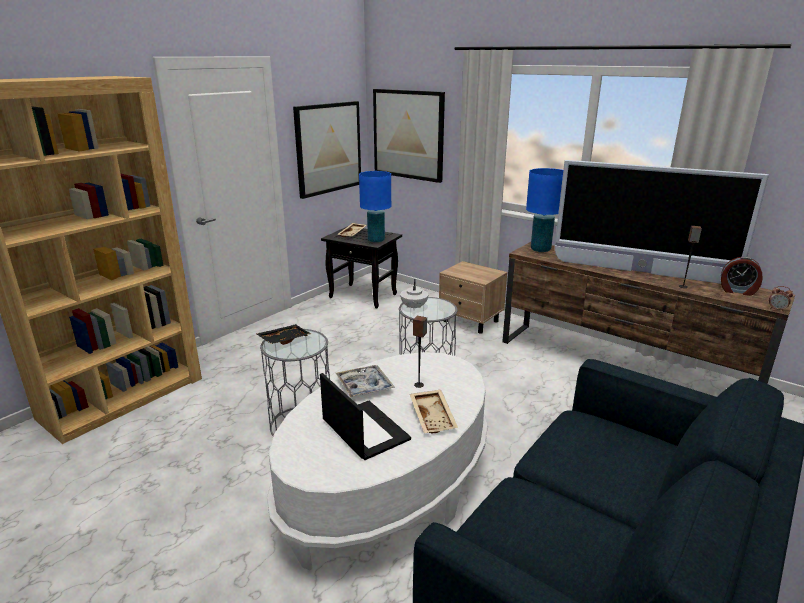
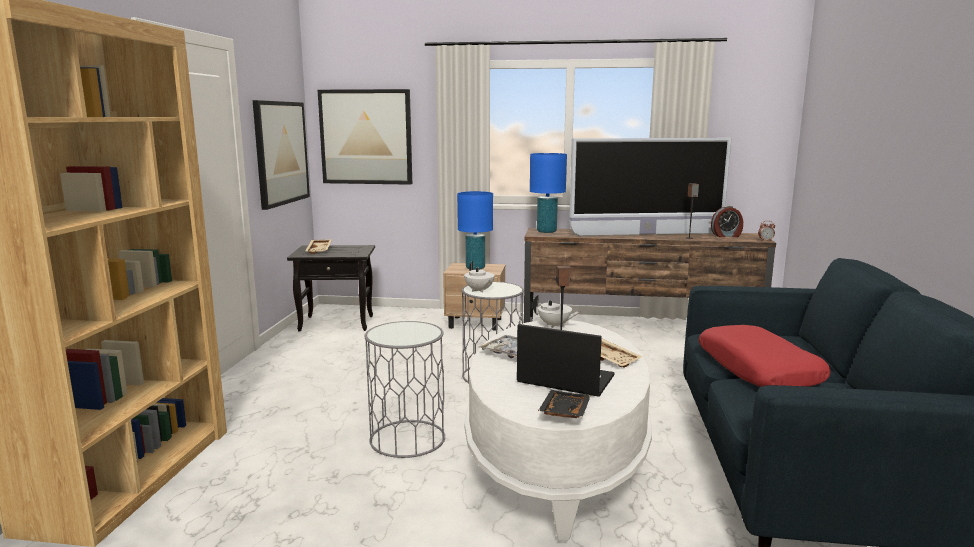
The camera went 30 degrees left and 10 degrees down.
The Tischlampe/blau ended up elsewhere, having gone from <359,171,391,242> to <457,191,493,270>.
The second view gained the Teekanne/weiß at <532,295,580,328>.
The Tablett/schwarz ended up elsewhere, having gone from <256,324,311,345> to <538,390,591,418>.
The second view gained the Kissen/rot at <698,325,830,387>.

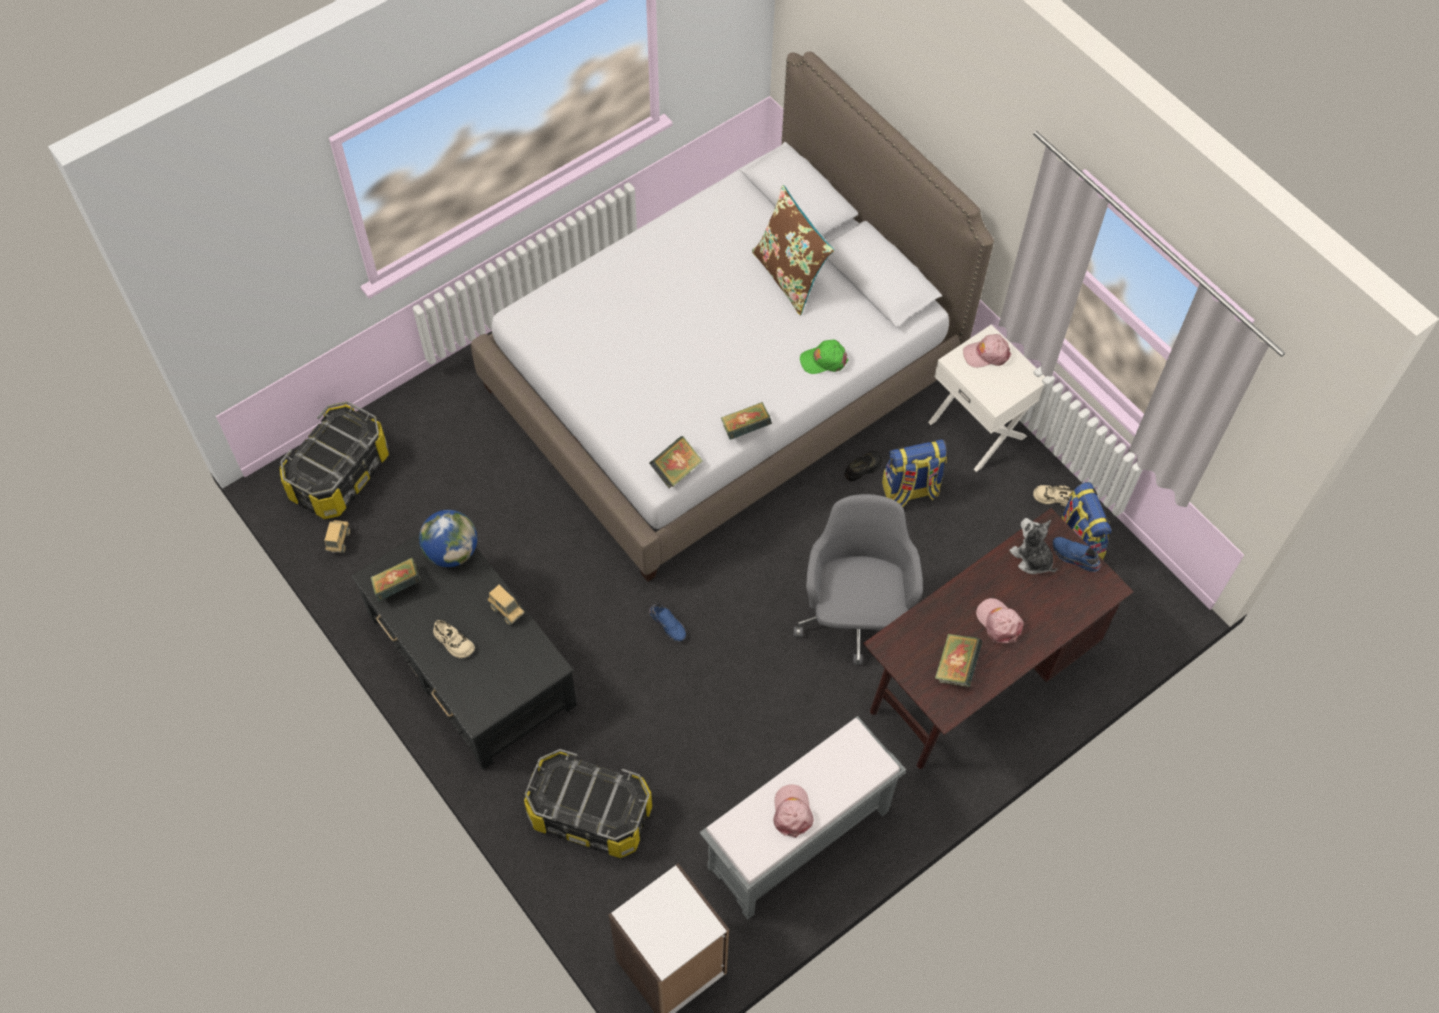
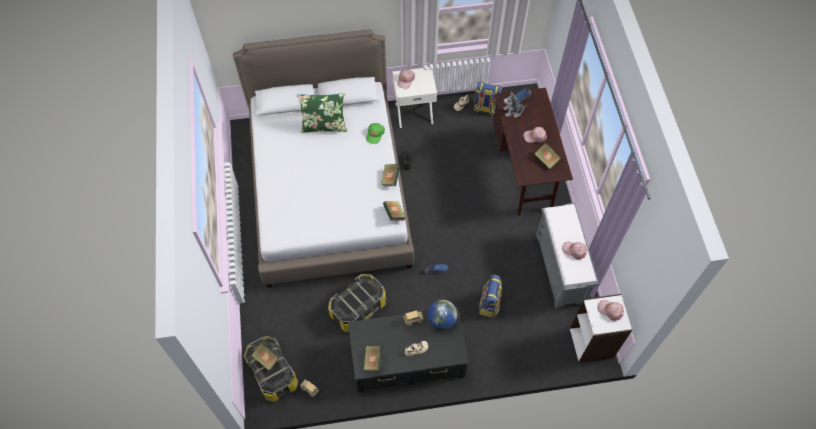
The camera went 60 degrees left and 0 degrees up.
The second view gained the Buch at <251,342,280,370>.
What was the Kissen/braun at <752,185,834,315> turned into the Kissen/grün at <297,93,347,133>.
The Aufbewahrungsbox ended up elsewhere, having gone from <524,749,652,858> to <328,274,386,332>.
The Globus ended up elsewhere, having gone from <419,510,477,567> to <428,300,457,330>.
The Rucksack ended up elsewhere, having gone from <882,439,947,507> to <479,274,502,318>.
The second view gained the Kappe/rosa at <598,300,624,321>.
The second view lost the Bürostuhl/grau at <794,494,923,665>.

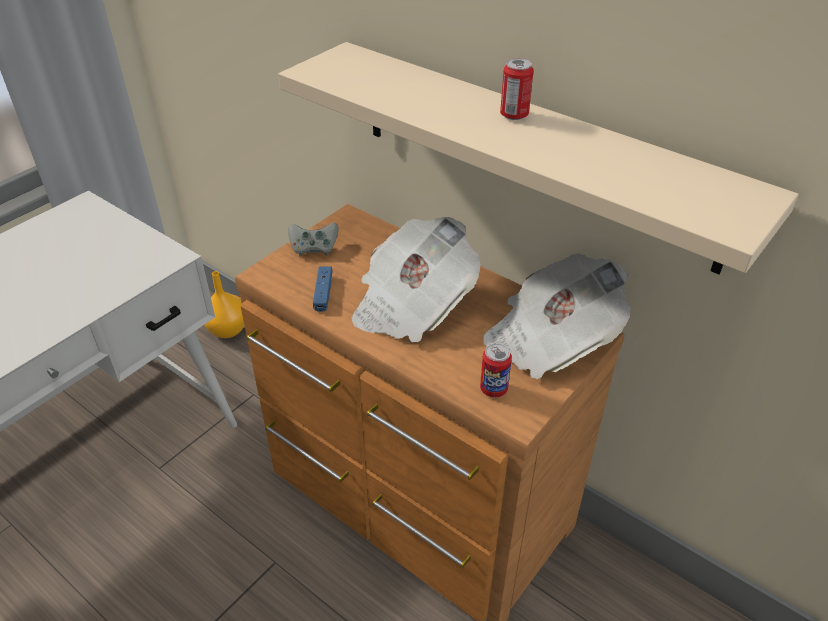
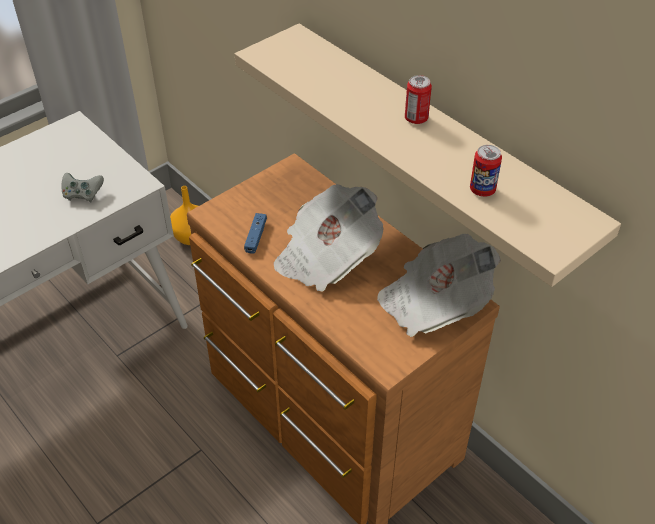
The camera went 10 degrees right and 5 degrees up.
The Gamepad/grau ended up elsewhere, having gone from <288,222,339,256> to <61,173,104,202>.
The Dose ended up elsewhere, having gone from <480,344,512,398> to <470,145,502,197>.

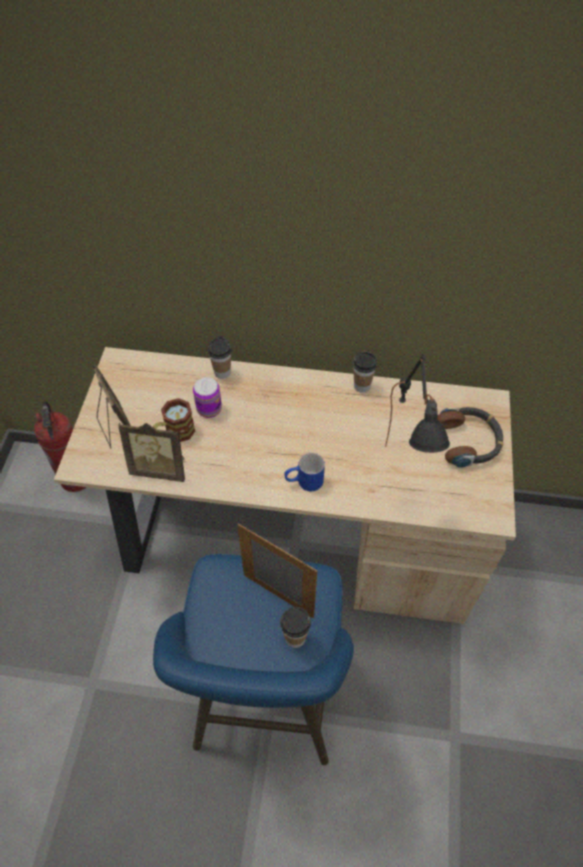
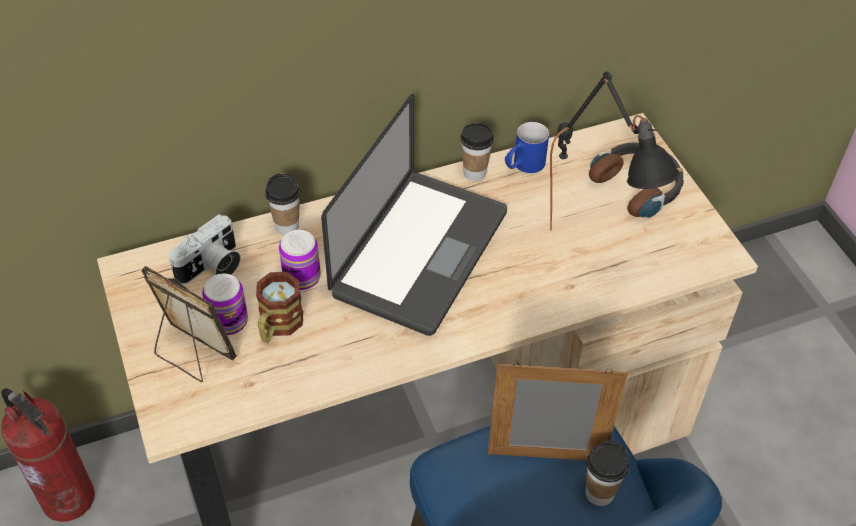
The camera went 30 degrees left and 5 degrees down.
The second view gained the Kamera at <169,214,240,285>.
The second view gained the Dose at <202,274,248,335>.
The second view gained the Laptop at <321,94,507,336>.
The Henkelbecher/blau ended up elsewhere, having gone from <284,452,325,491> to <505,122,549,173>.
The second view lost the Bilderrahmen at <118,423,185,482>.

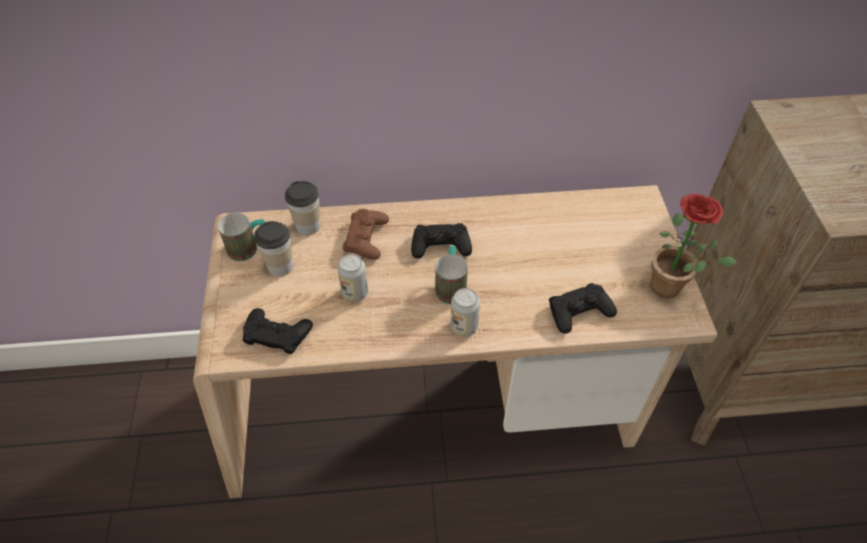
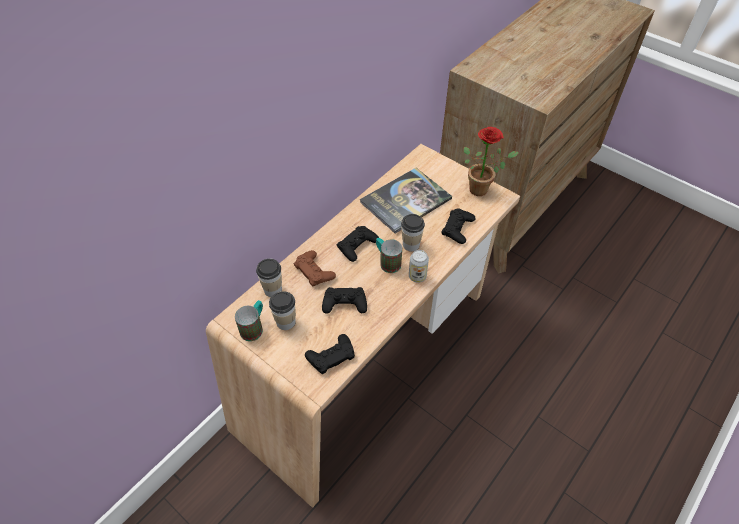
The camera went 45 degrees left and 0 degrees up.
Where the Dose stood at <337,254,368,302>, the Gamepad/schwarz came to stand at <322,287,367,313>.
The second view gained the Buch at <360,168,452,234>.
The second view gained the Tasse at <401,214,425,252>.

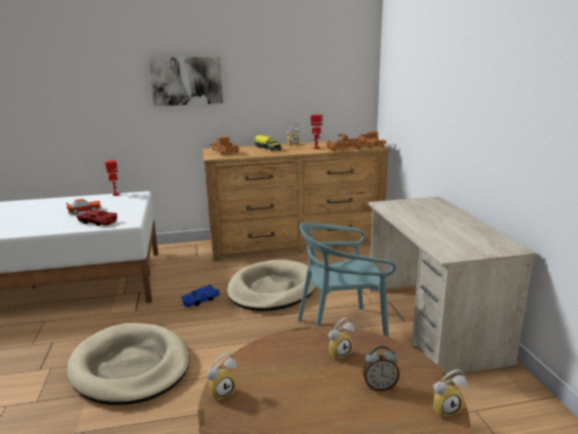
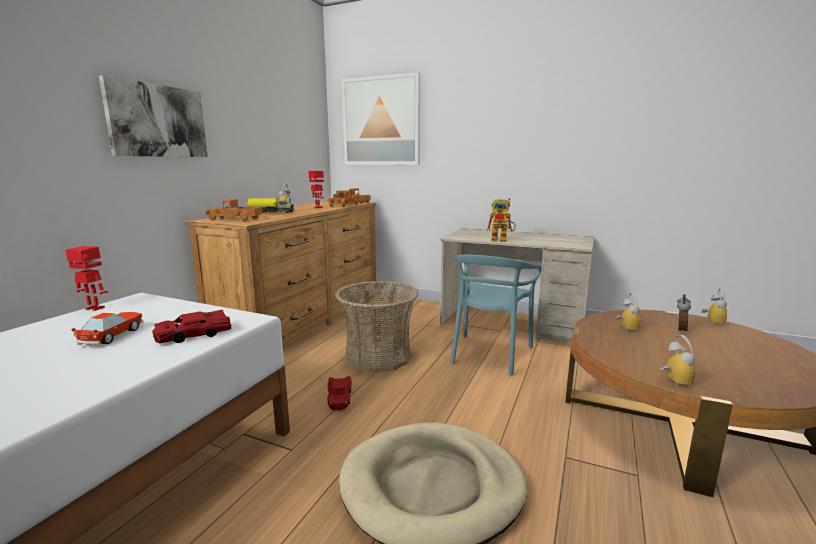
The camera went 55 degrees left and 5 degrees down.
What was the Spielzeugauto/blau at <182,285,220,307> turned into the Spielzeugauto/rot at <327,376,352,411>.
Where the Hundebett/beige stood at <227,259,316,311>, the Korb came to stand at <335,281,419,373>.
The second view gained the Bild at <342,72,420,165>.
The second view gained the Spielzeugroboter at <486,198,516,242>.

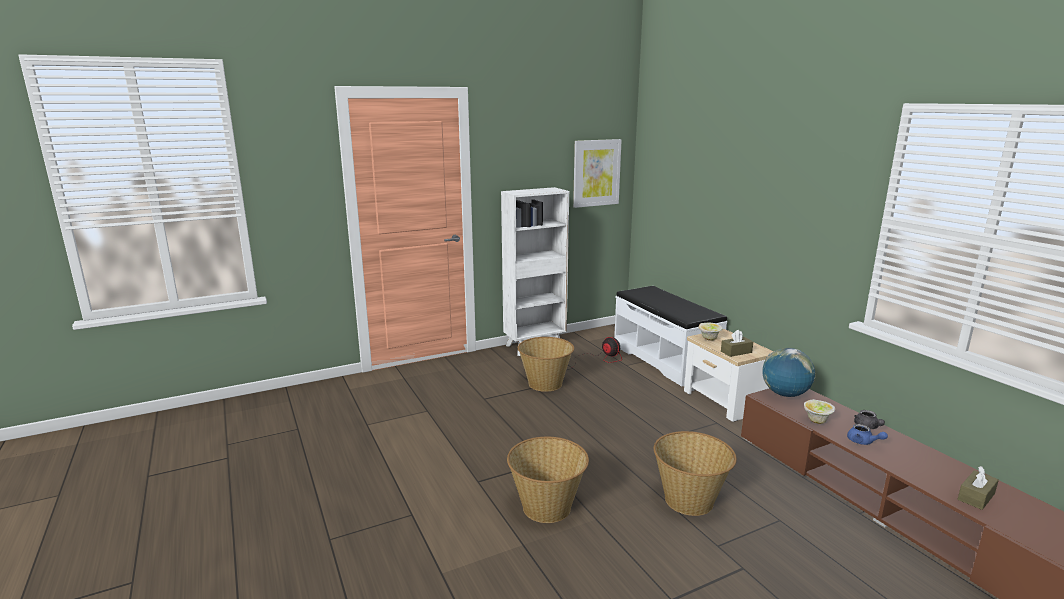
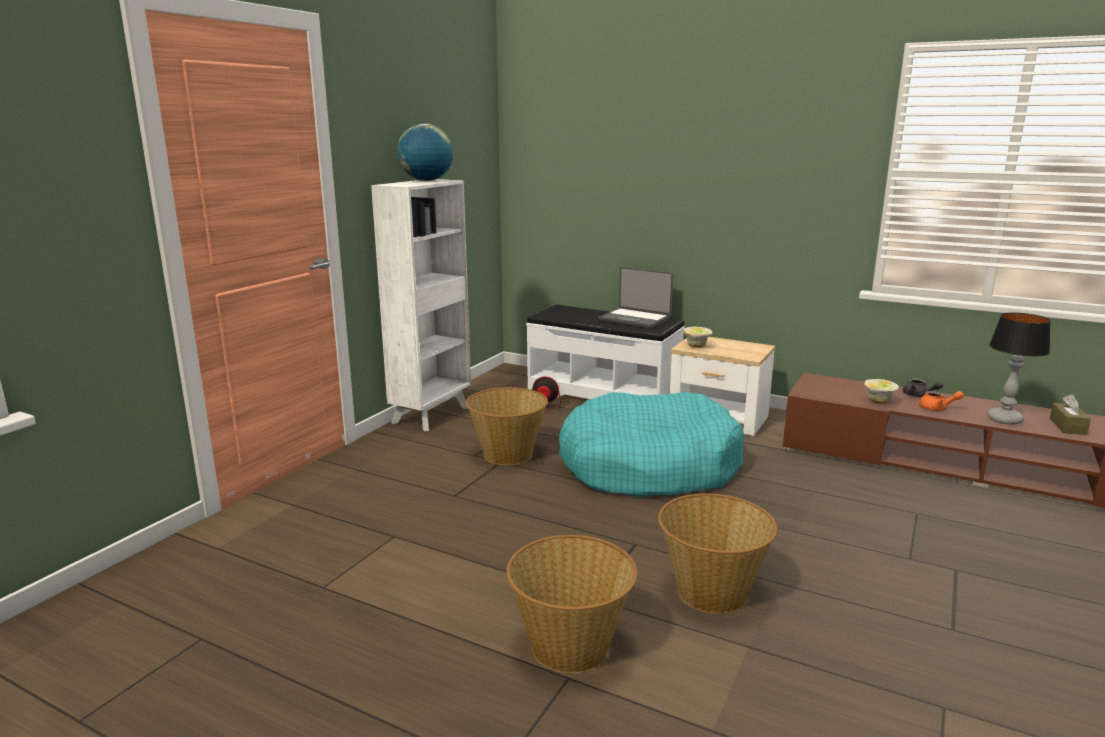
The camera went 35 degrees left and 0 degrees up.
The Globus ended up elsewhere, having gone from <762,348,815,397> to <397,124,454,181>.
The Korb ended up elsewhere, having gone from <654,431,737,516> to <506,535,638,673>.
The second view gained the Hundebett/türkis at <559,392,745,497>.
The second view gained the Laptop at <599,267,674,329>.
What was the Teekanne/blau at <847,424,888,445> turned into the Teekanne/orange at <919,391,964,411>.
The second view gained the Tischlampe at <988,313,1050,425>.
The second view lost the Bild at <573,139,622,208>.
The second view lost the Taschentuchbox/braun at <721,330,753,357>.

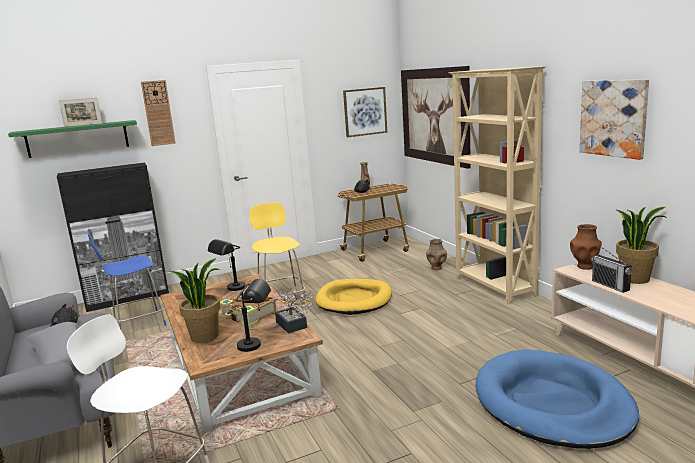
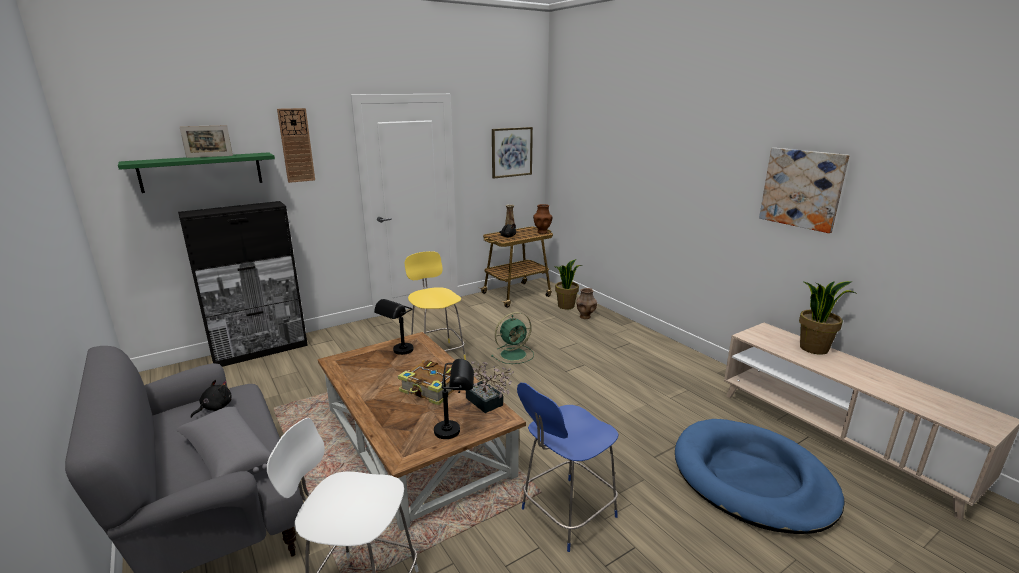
The camera went 10 degrees left and 5 degrees up.
Where the Hundebett/gelb stood at <315,279,392,315>, the Ventilator/grün came to stand at <491,312,534,364>.
The Hocker/blau ended up elsewhere, having gone from <88,232,166,329> to <517,383,619,552>.
The Vase/braun ended up elsewhere, having gone from <570,224,602,270> to <533,204,552,234>.
The Topfpflanze ended up elsewhere, having gone from <170,258,220,343> to <554,259,582,309>.
The second view lost the Bild at <401,66,471,169>.
The second view lost the Bücherregal/beige at <448,66,546,304>.
The second view lost the Radio at <591,246,632,293>.

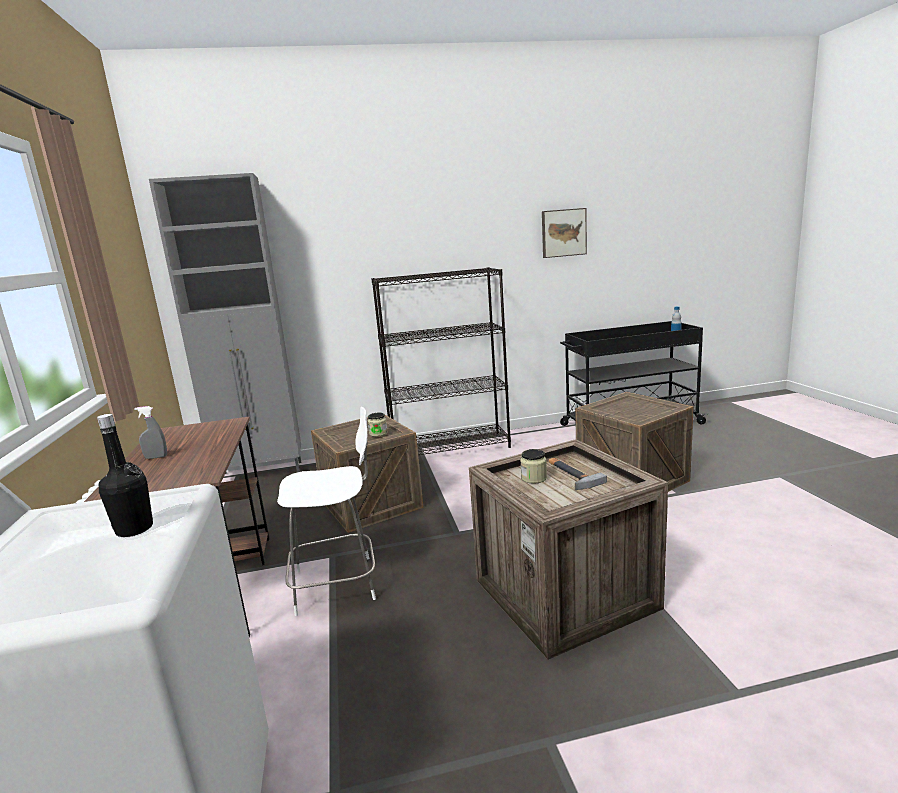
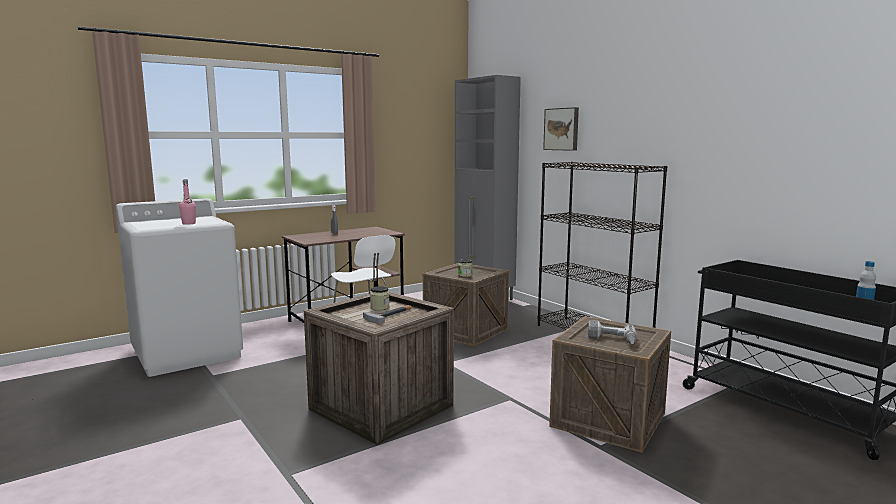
The camera went 65 degrees right and 5 degrees down.
What was the Flasche/schwarz at <97,414,153,537> turned into the Flasche/rosa at <179,180,196,225>.
The Bild ended up elsewhere, having gone from <542,208,587,258> to <543,107,579,151>.
The second view gained the Bohrmaschine at <588,320,637,344>.

